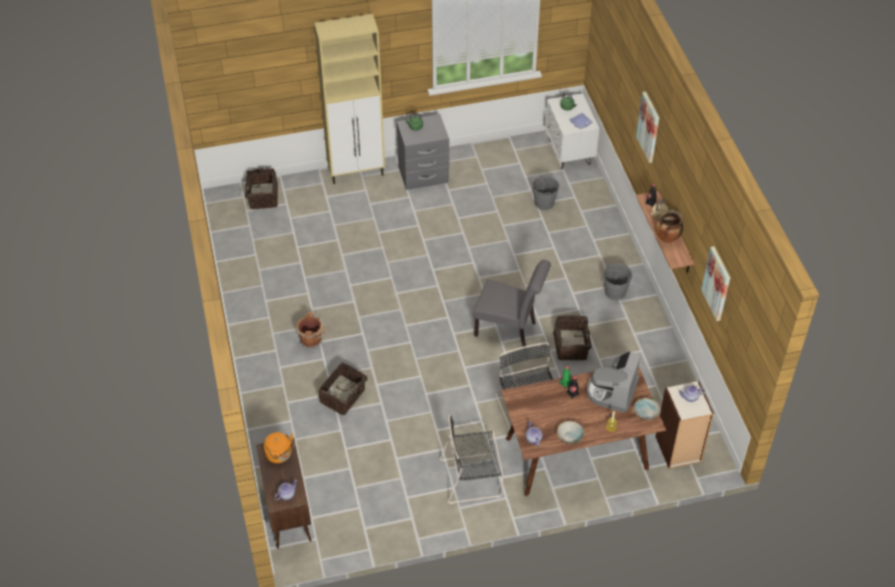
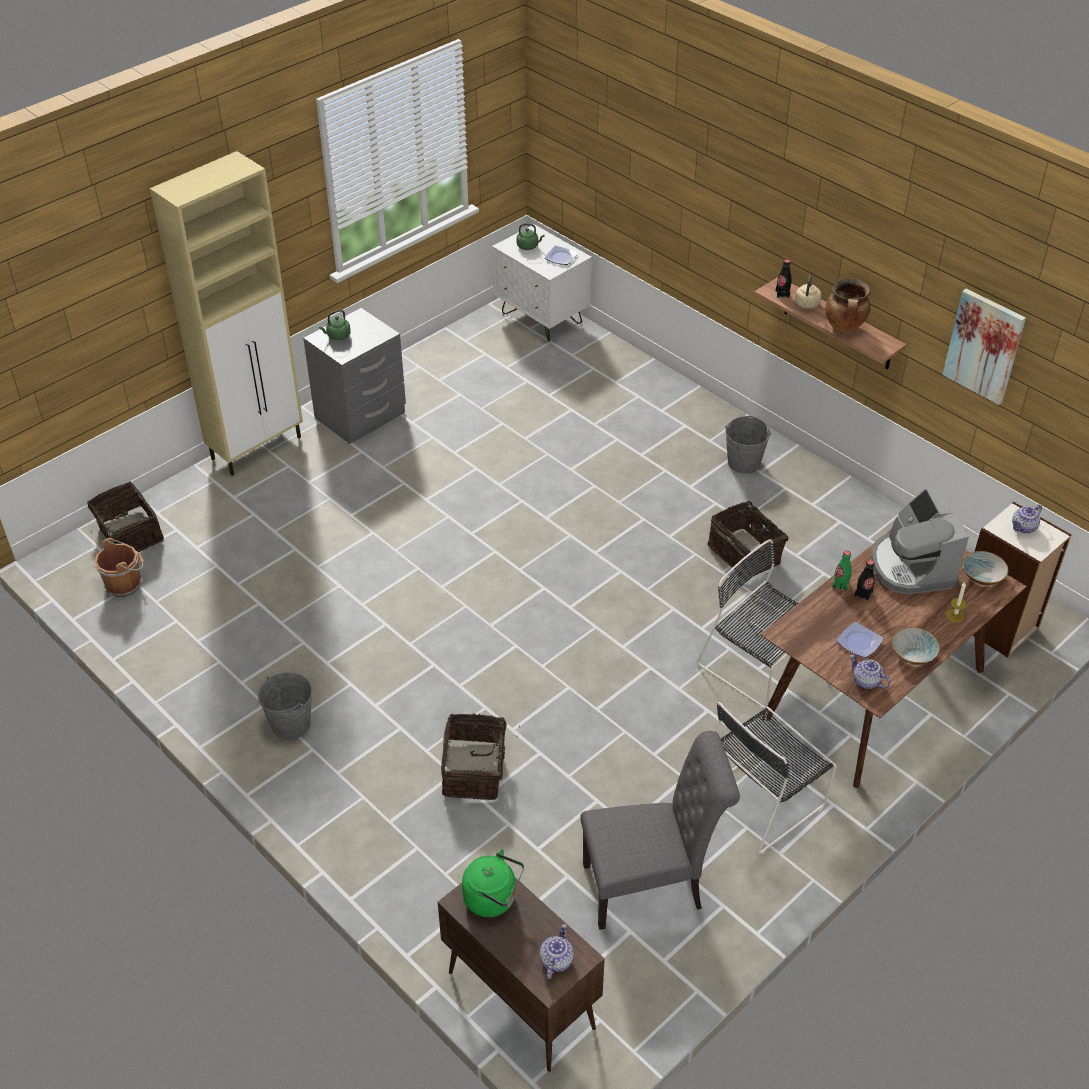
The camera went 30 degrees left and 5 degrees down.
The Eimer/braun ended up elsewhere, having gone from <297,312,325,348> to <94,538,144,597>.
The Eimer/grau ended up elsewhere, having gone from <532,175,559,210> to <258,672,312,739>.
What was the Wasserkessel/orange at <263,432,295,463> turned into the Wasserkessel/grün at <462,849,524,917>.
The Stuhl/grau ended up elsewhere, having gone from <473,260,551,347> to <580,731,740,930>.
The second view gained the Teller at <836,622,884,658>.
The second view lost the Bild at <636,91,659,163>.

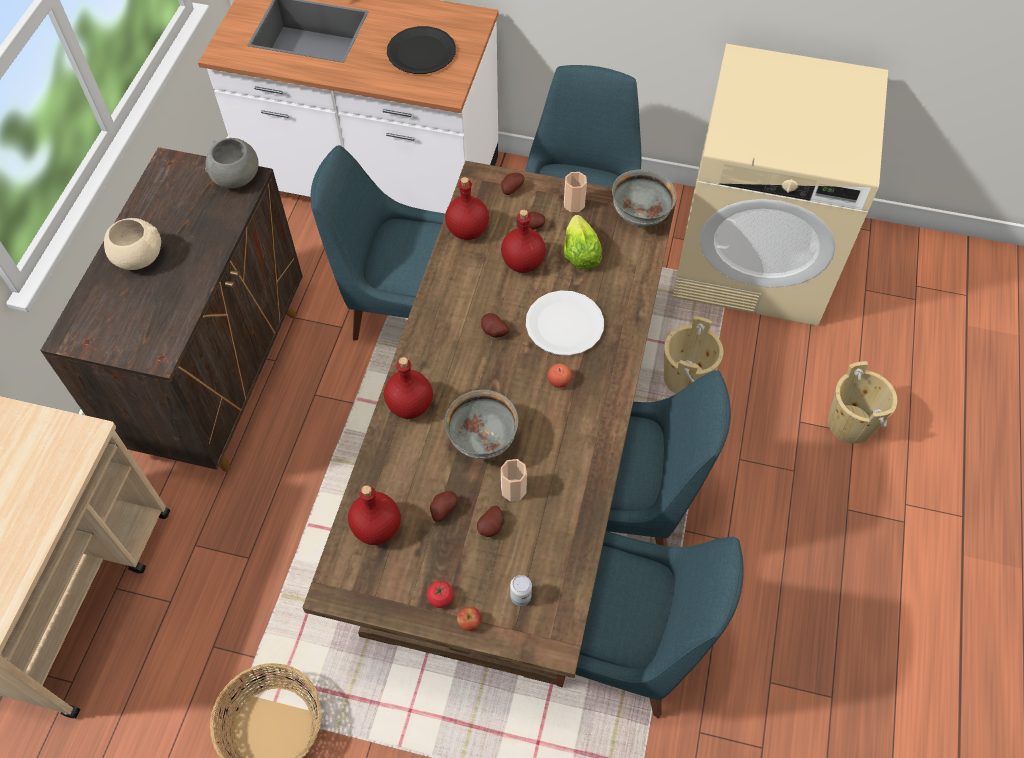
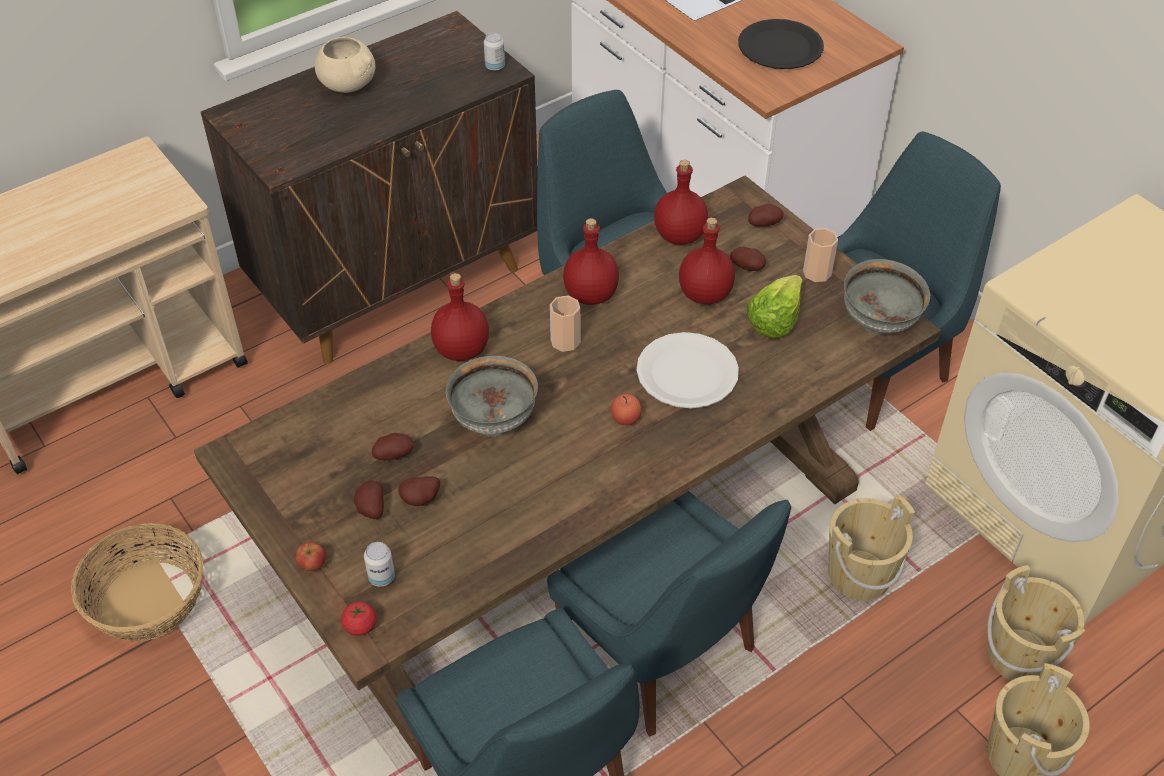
The camera went 40 degrees right and 10 degrees down.
The Tomate ended up elsewhere, having gone from <427,581,454,608> to <341,601,377,636>.
The Kartoffel ended up elsewhere, having gone from <481,313,509,338> to <354,481,384,519>.
Where the Schüssel/grau stood at <205,138,258,188>, the Dose came to stand at <484,33,505,71>.
The Tasse ended up elsewhere, having gone from <501,459,527,501> to <550,296,580,352>.
The Flasche/rot ended up elsewhere, having gone from <348,485,401,545> to <563,218,619,305>.
The second view gained the Eimer/beige at <987,565,1085,681>.

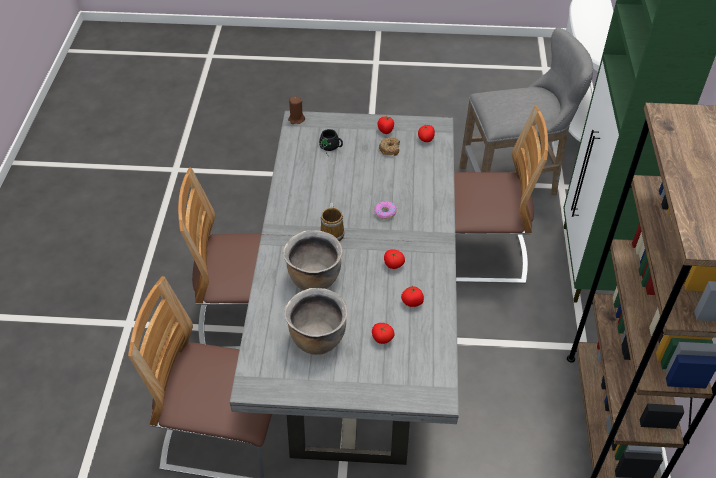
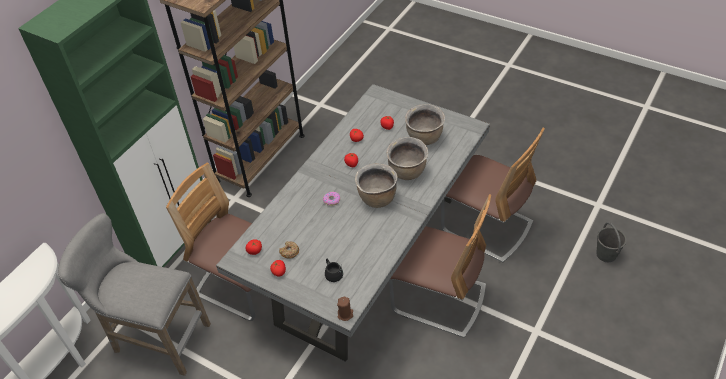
The camera went 150 degrees left and 0 degrees up.
Where the Henkelbecher stood at <320,203,345,241>, the Kochtopf/braun came to stand at <355,163,397,208>.
The second view gained the Eimer/grau at <596,222,626,262>.

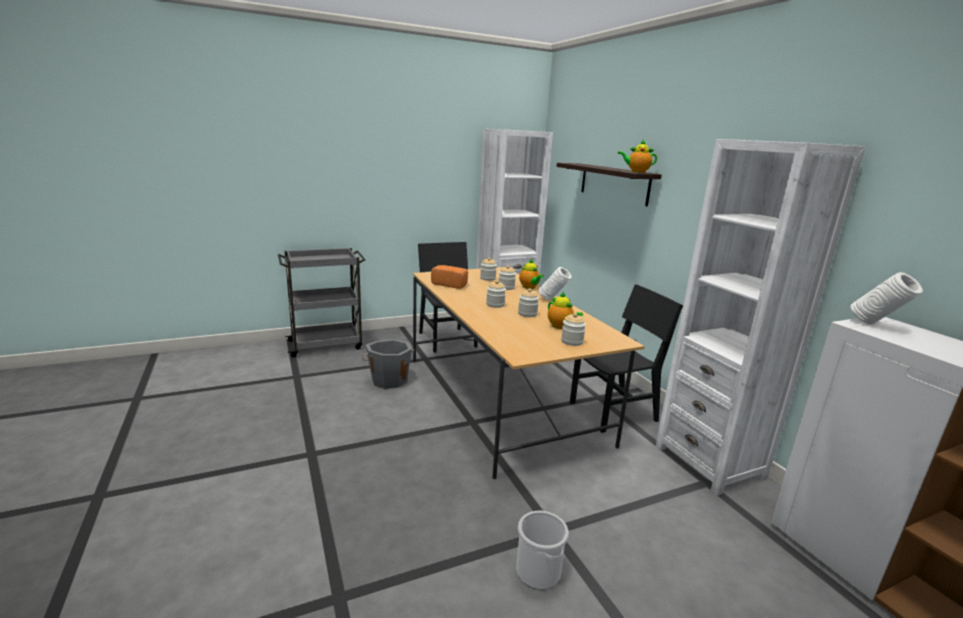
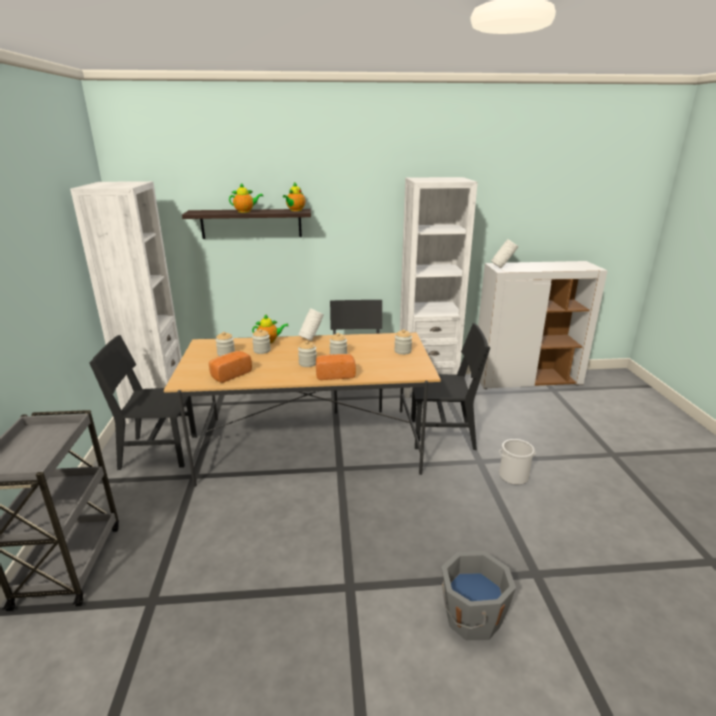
The camera went 70 degrees left and 5 degrees up.
The Teekanne ended up elsewhere, having gone from <548,292,583,329> to <229,183,263,213>.
The second view gained the Brot at <316,354,356,380>.
The second view gained the Stuhl/schwarz at <411,323,490,450>.
The Eimer/grau ended up elsewhere, having gone from <362,339,415,389> to <441,551,516,640>.

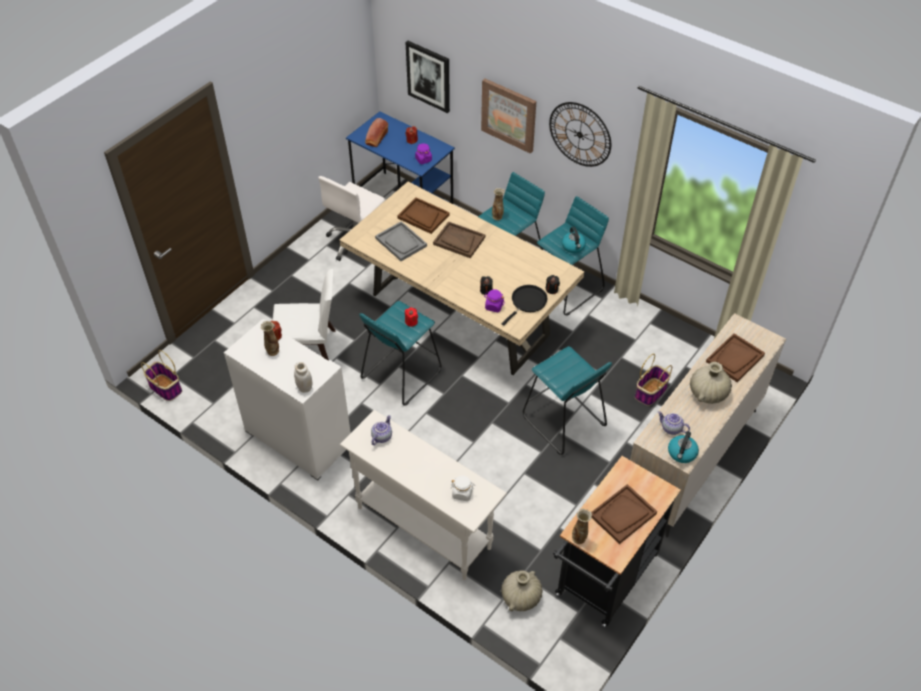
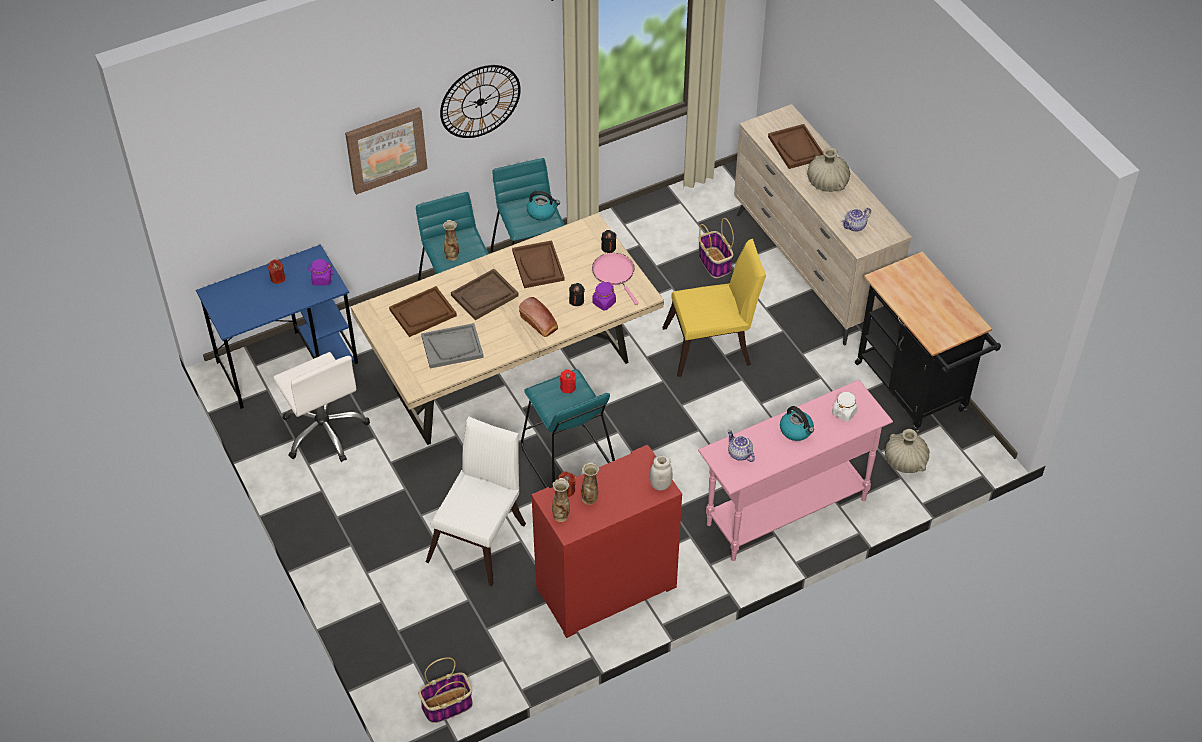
The camera went 65 degrees left and 0 degrees up.
The Tablett/braun ended up elsewhere, having gone from <591,484,657,544> to <512,240,565,288>.
The Brot ended up elsewhere, having gone from <365,118,388,147> to <519,297,558,337>.
What was the Schrank/weiß at <224,319,351,481> turned into the Schrank/rot at <531,445,682,638>.
The Vase ended up elsewhere, having gone from <572,509,592,544> to <552,478,570,522>.
What was the Pfanne/schwarz at <501,285,547,325> turned into the Pfanne/rosa at <592,253,639,305>.
Where the Hocker/türkis stood at <523,346,612,455>, the Stuhl/gelb came to stand at <662,239,766,377>.
What was the Konsolentisch/weiß at <340,410,507,580> turned into the Konsolentisch/rosa at <698,380,893,561>.
The Wasserkessel ended up elsewhere, having gone from <668,431,699,463> to <780,406,814,441>.
The second view lost the Bild at <406,41,450,113>.

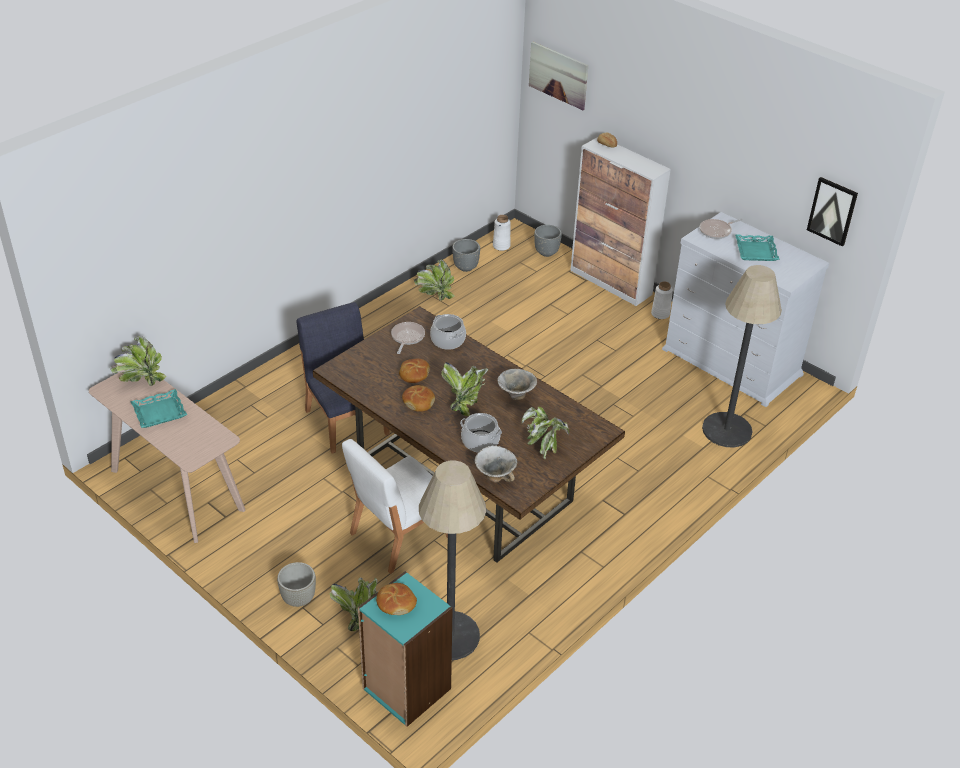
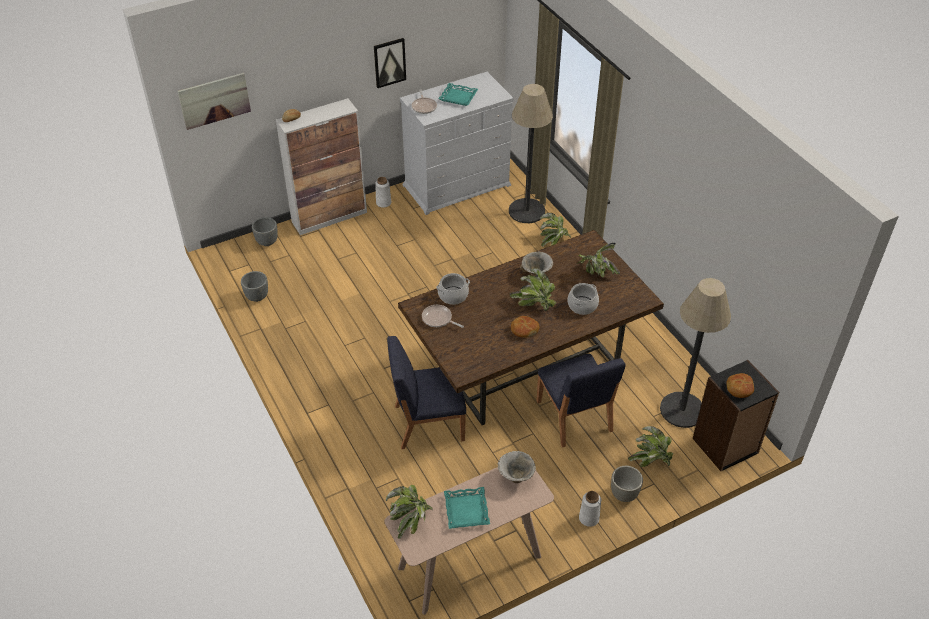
The camera went 70 degrees left and 5 degrees up.
The Bild ended up elsewhere, having gone from <807,177,858,246> to <374,38,406,88>.
The Schüssel ended up elsewhere, having gone from <475,445,518,482> to <498,451,536,483>.
What was the Stuhl/weiß at <342,439,448,574> turned into the Stuhl/blau at <537,354,626,448>.
The Topfpflanze ended up elsewhere, having gone from <414,260,455,301> to <540,213,571,247>.
The Vase/weiß ended up elsewhere, having gone from <493,215,511,251> to <579,491,601,527>.
What was the Bücherregal/türkis at <358,571,453,727> turned into the Bücherregal/schwarz at <693,360,779,471>.
The second view lost the Brot at <399,359,430,383>.

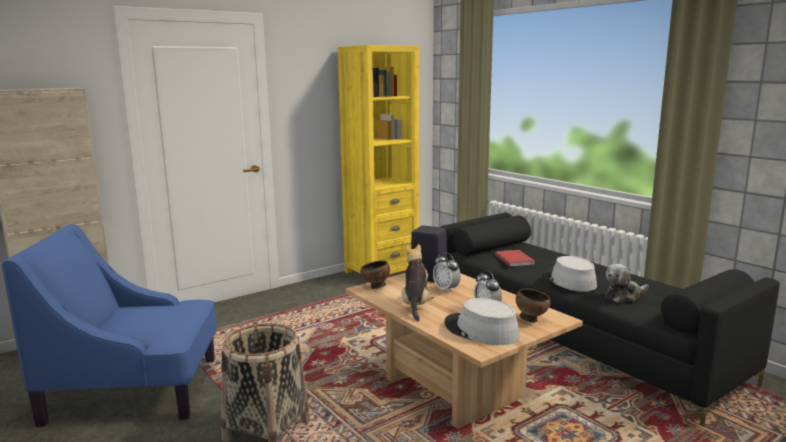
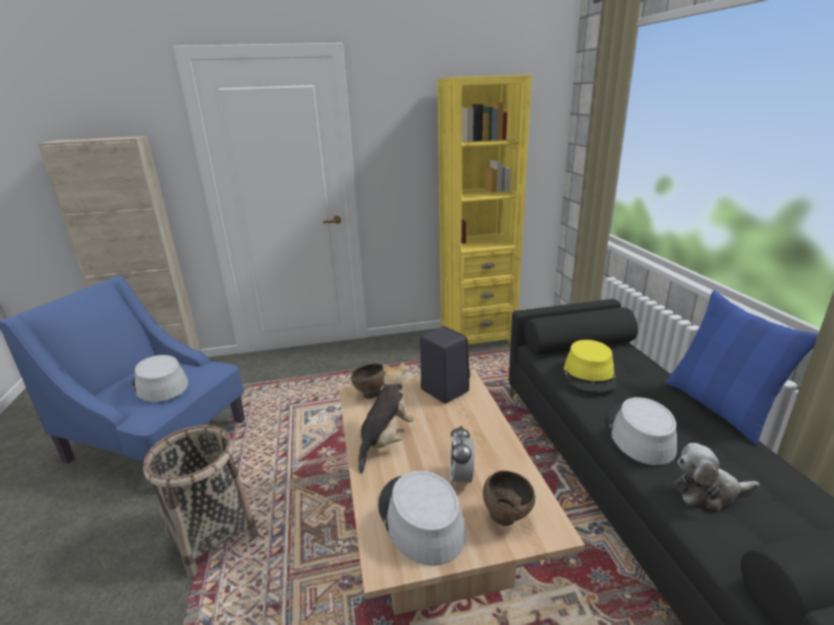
The camera went 25 degrees right and 10 degrees up.
The second view gained the Hut/grau at <133,355,188,402>.
Where the Buch/rot stood at <495,250,535,267>, the Hut/gelb came to stand at <564,340,616,392>.
The second view gained the Kissen/blau at <665,290,818,445>.
The second view lost the Wecker at <433,252,461,293>.

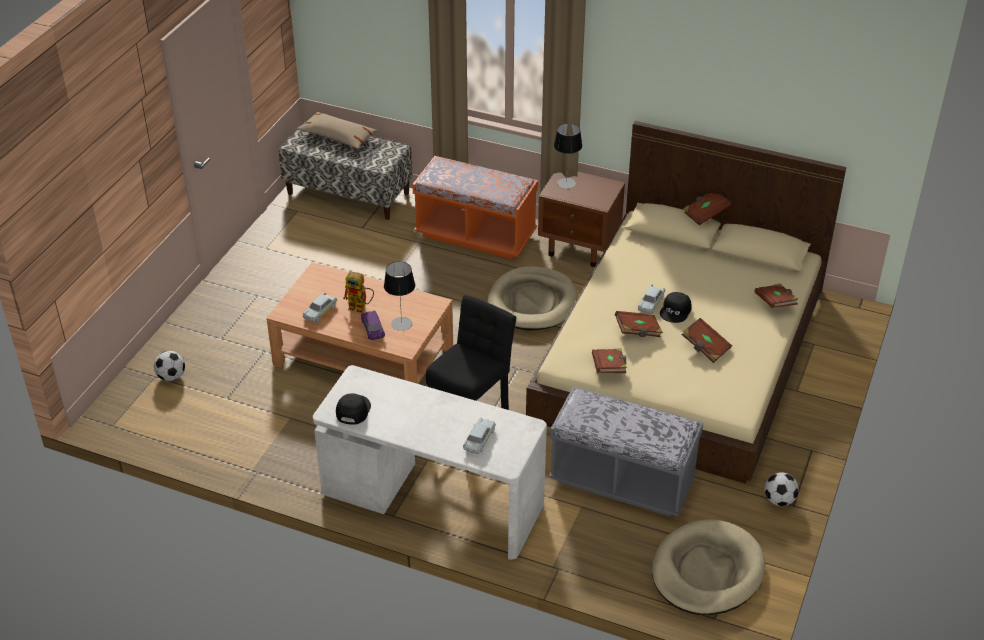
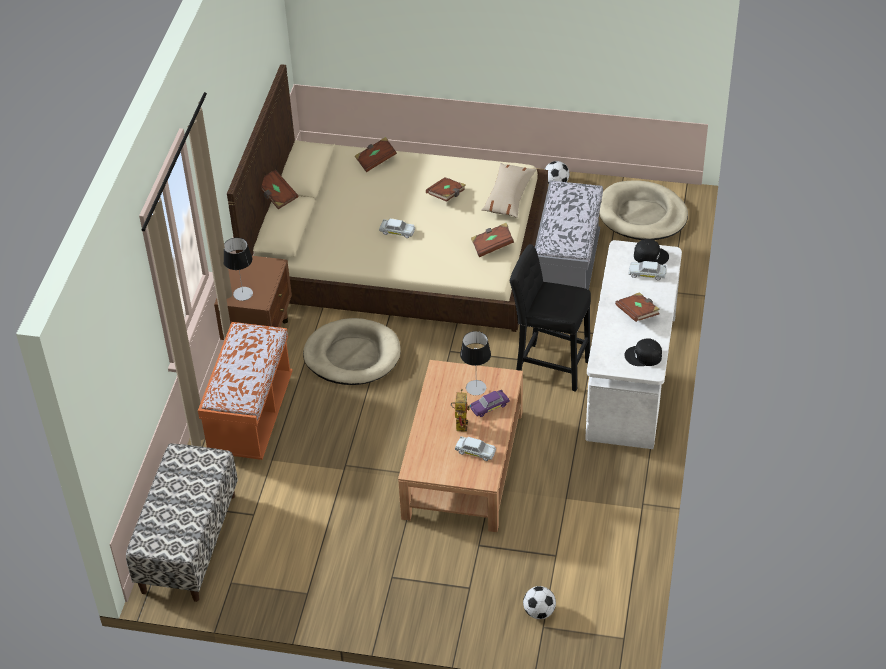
The camera went 100 degrees left and 5 degrees up.
The Kissen/beige ended up elsewhere, having gone from <296,112,378,149> to <481,163,536,218>.
The Buch/braun ended up elsewhere, having gone from <615,311,663,337> to <615,292,660,322>.
The Kappe/schwarz ended up elsewhere, having gone from <660,292,692,323> to <634,239,669,265>.

